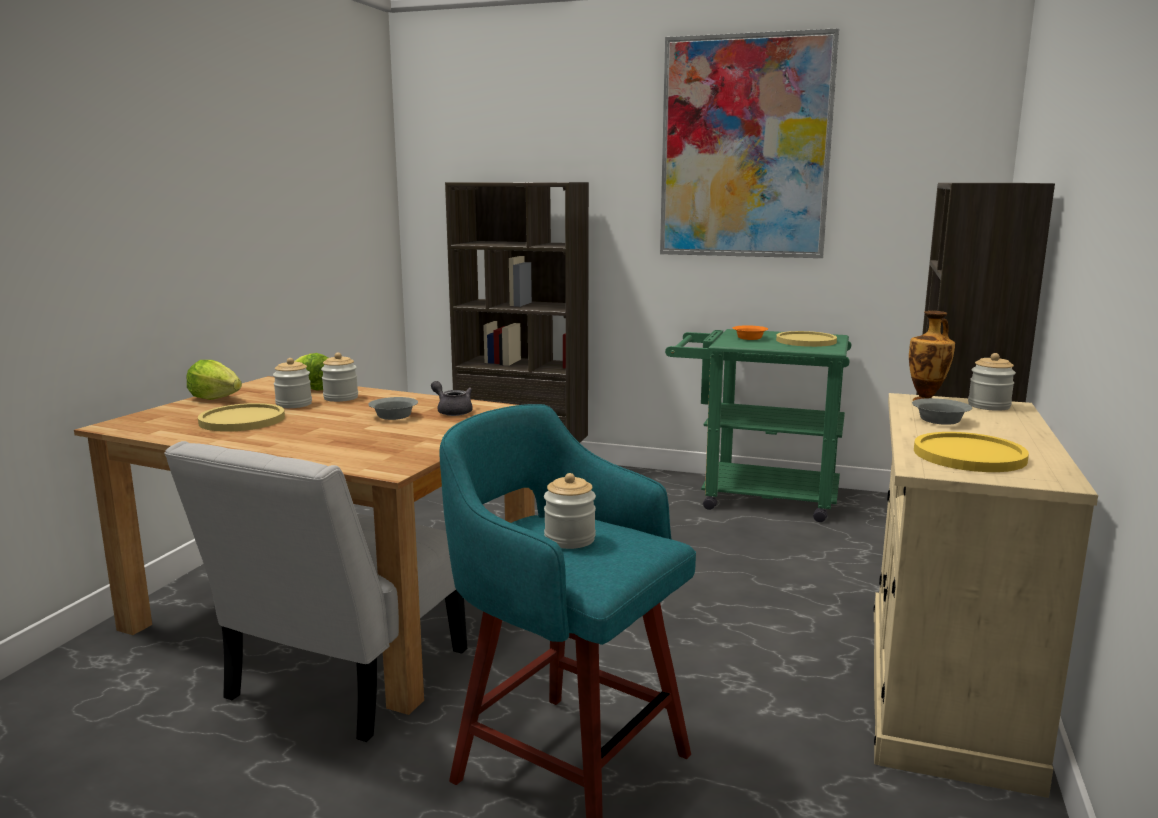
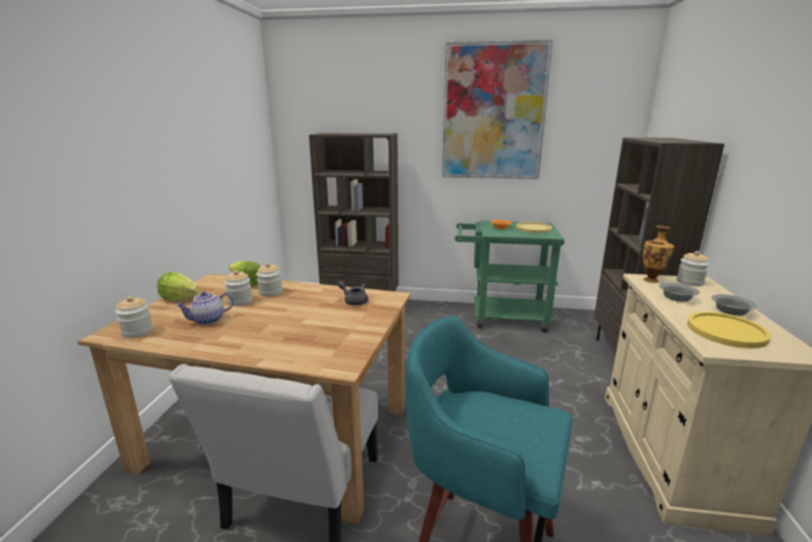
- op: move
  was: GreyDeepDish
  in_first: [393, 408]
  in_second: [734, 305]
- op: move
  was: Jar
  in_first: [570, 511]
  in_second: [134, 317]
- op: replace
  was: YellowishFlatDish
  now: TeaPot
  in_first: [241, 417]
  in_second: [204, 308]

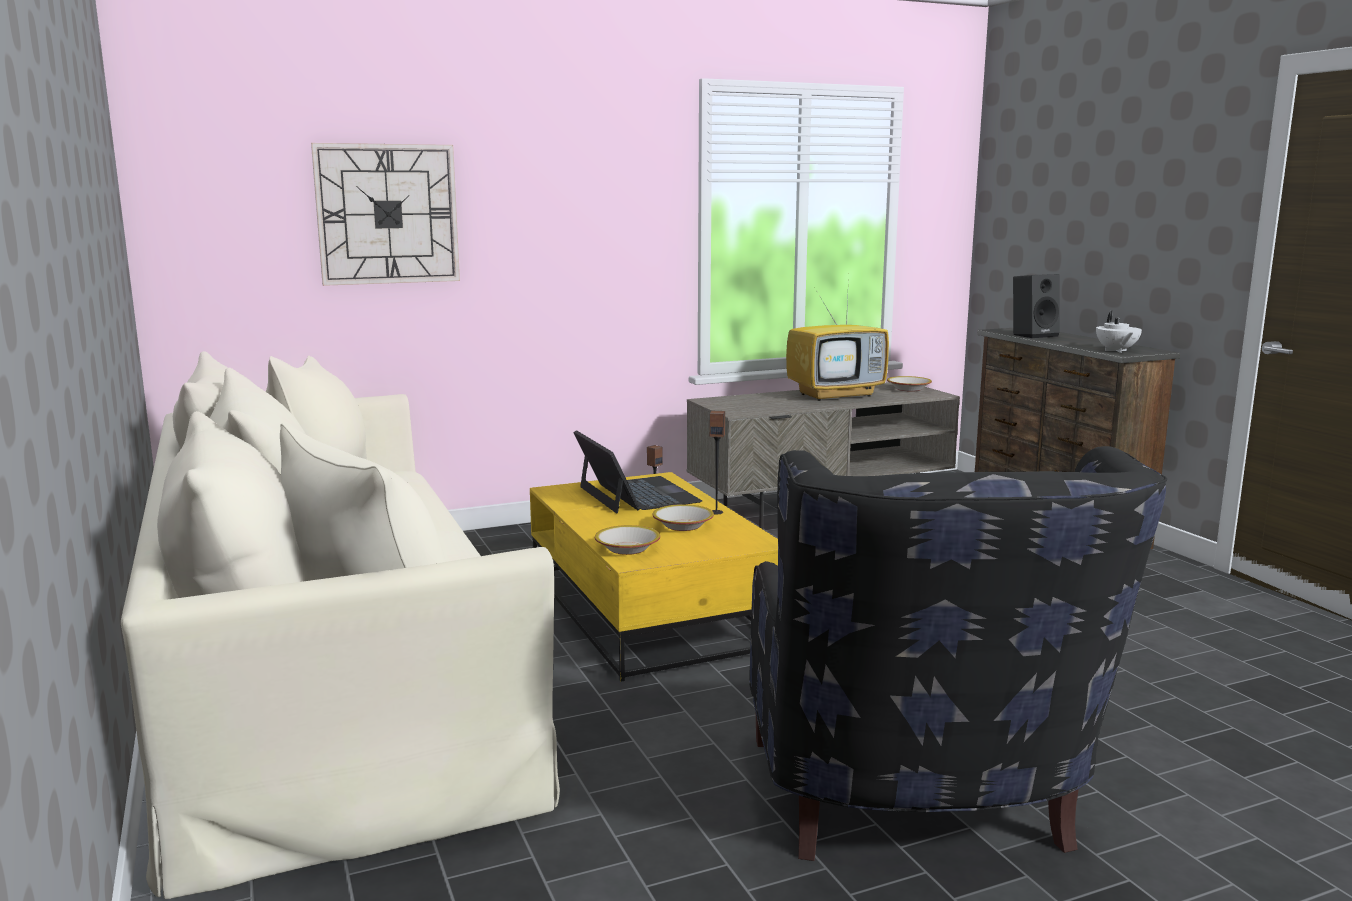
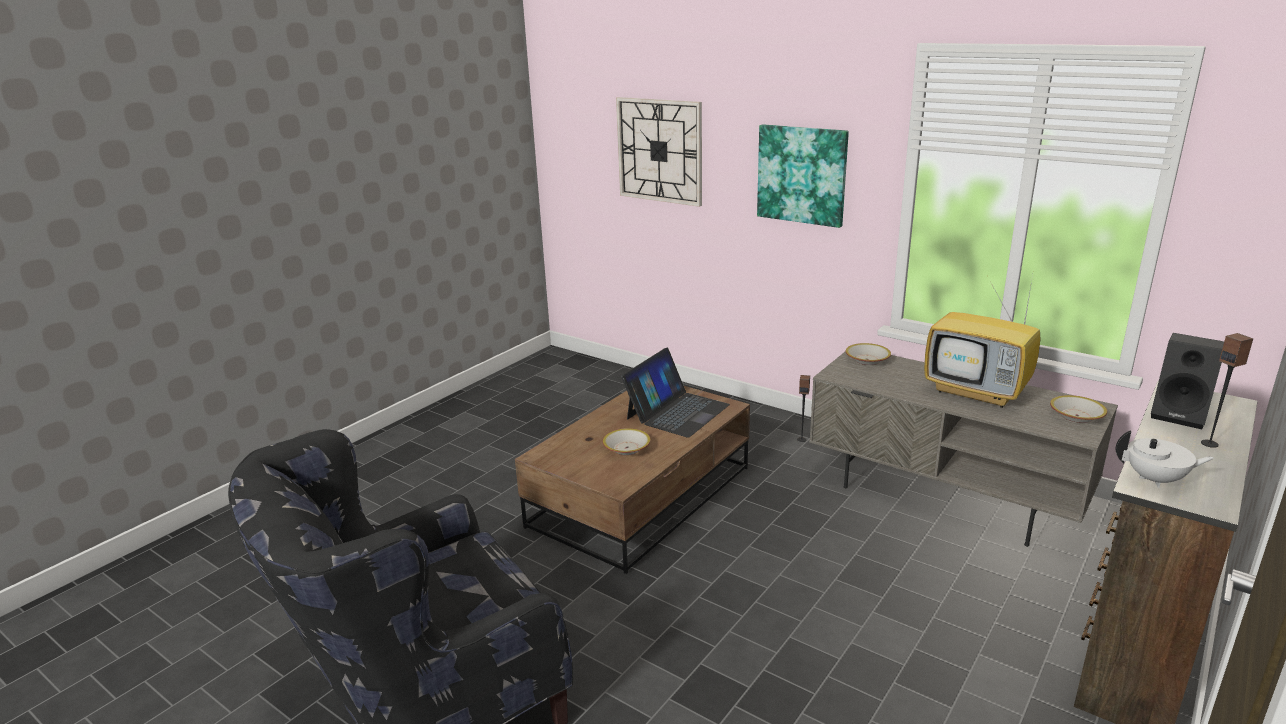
- op: delete
  was: BeigeColouredSettee
  in_first: [340, 625]
- op: insert
  now: Picture
  in_second: [803, 176]
- op: move
  was: DeepDish
  in_first: [627, 540]
  in_second: [868, 354]
- op: move
  was: Speaker
  in_first: [717, 462]
  in_second: [1227, 390]
- op: recolor
  was: YellowishLowTable
  now: BrownLowTable
  in_first: [654, 577]
  in_second: [632, 480]
- op: rotate
  was: WhitishTeaPot
  in_first: [1119, 332]
  in_second: [1165, 459]
  clockwise: -135

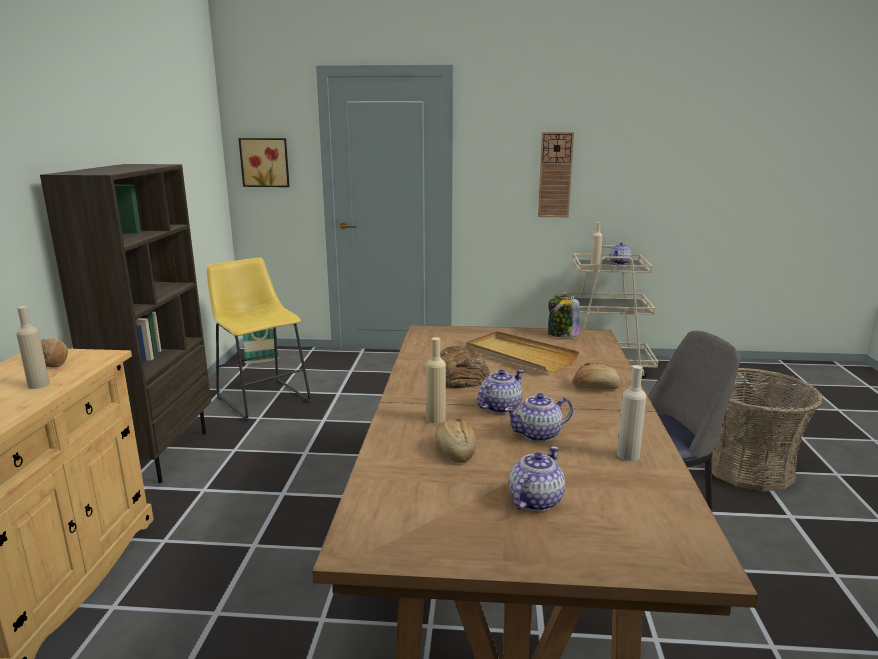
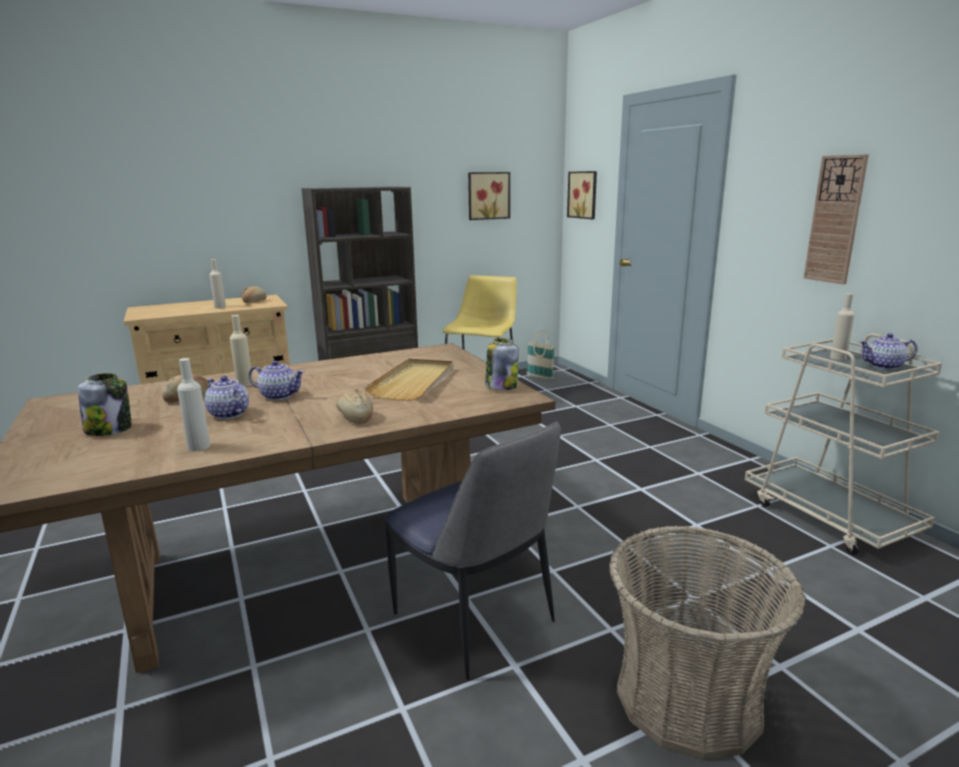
- op: delete
  was: Bread
  in_first: [465, 367]
- op: insert
  now: Picture
  in_second: [489, 196]
- op: replace
  was: TeaPot
  now: Jar
  in_first: [537, 478]
  in_second: [105, 404]

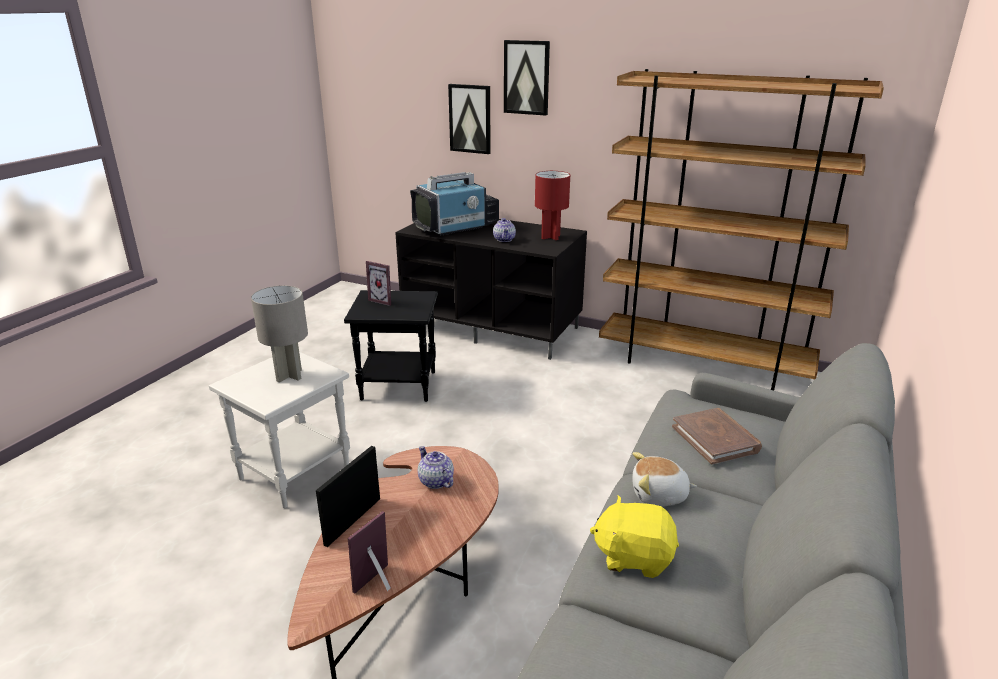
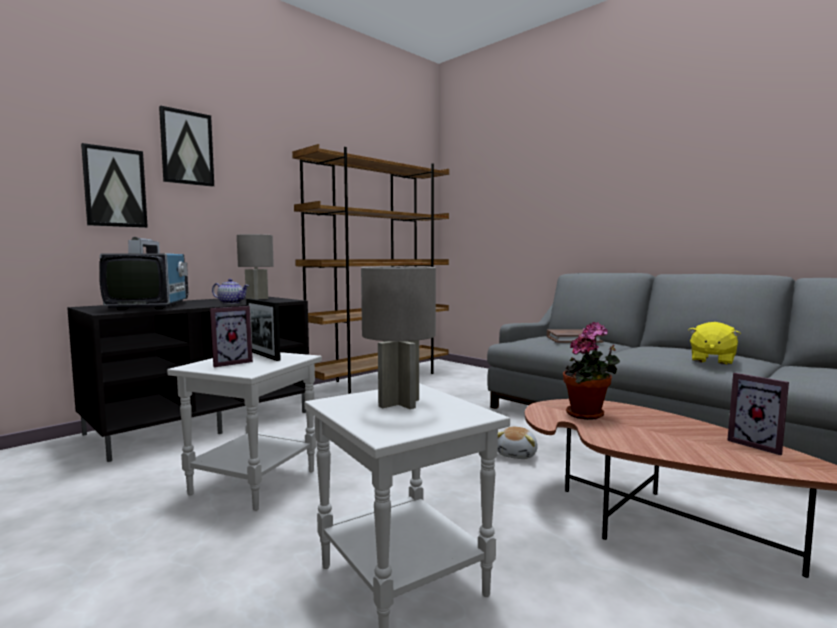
- op: move
  was: PhotoFrame
  in_first: [348, 496]
  in_second: [263, 330]
- op: move
  was: PlushToy
  in_first: [664, 479]
  in_second: [518, 443]
- op: replace
  was: TeaPot
  now: PlantInAPot
  in_first: [436, 467]
  in_second: [591, 371]
- op: recolor
  was: BlackishSideTable
  now: WhitishSideTable
  in_first: [391, 346]
  in_second: [244, 431]
- op: recolor
  was: ReddishTabletopLamp
  now: GreyTabletopLamp
  in_first: [552, 205]
  in_second: [255, 267]

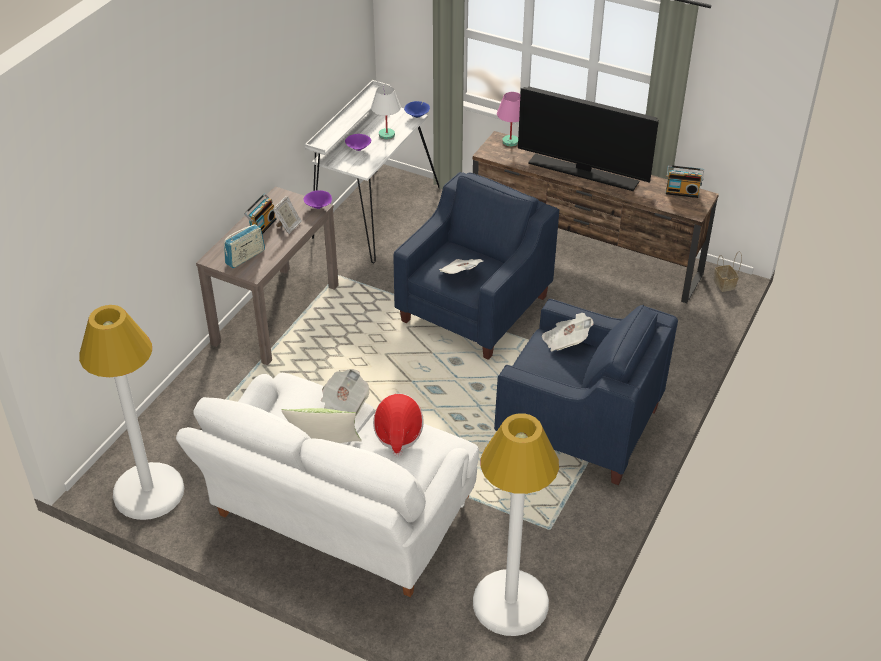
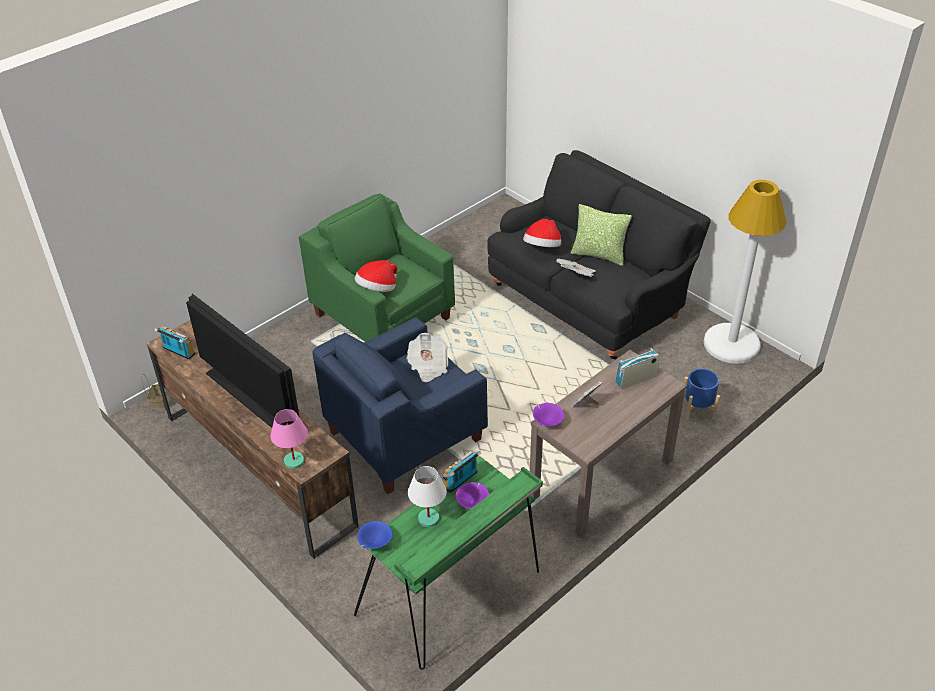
- op: delete
  was: WhitishFloorLamp
  in_first: [516, 524]
- op: insert
  now: BluePlanter
  in_second: [701, 394]
- op: move
  was: Radio
  in_first: [260, 213]
  in_second: [462, 472]
- op: replace
  was: Newspaper
  now: Hat
  in_first: [568, 332]
  in_second: [376, 276]
- op: recolor
  was: WhitishSettee
  now: BlackishSettee
  in_first: [327, 485]
  in_second: [599, 254]
- op: recolor
  was: WhitishDeskTable
  now: GreenDeskTable
  in_first: [372, 172]
  in_second: [448, 562]
- op: recolor
  was: BlueEasyChair
  now: GreenEasyChair
  in_first: [586, 392]
  in_second: [377, 267]

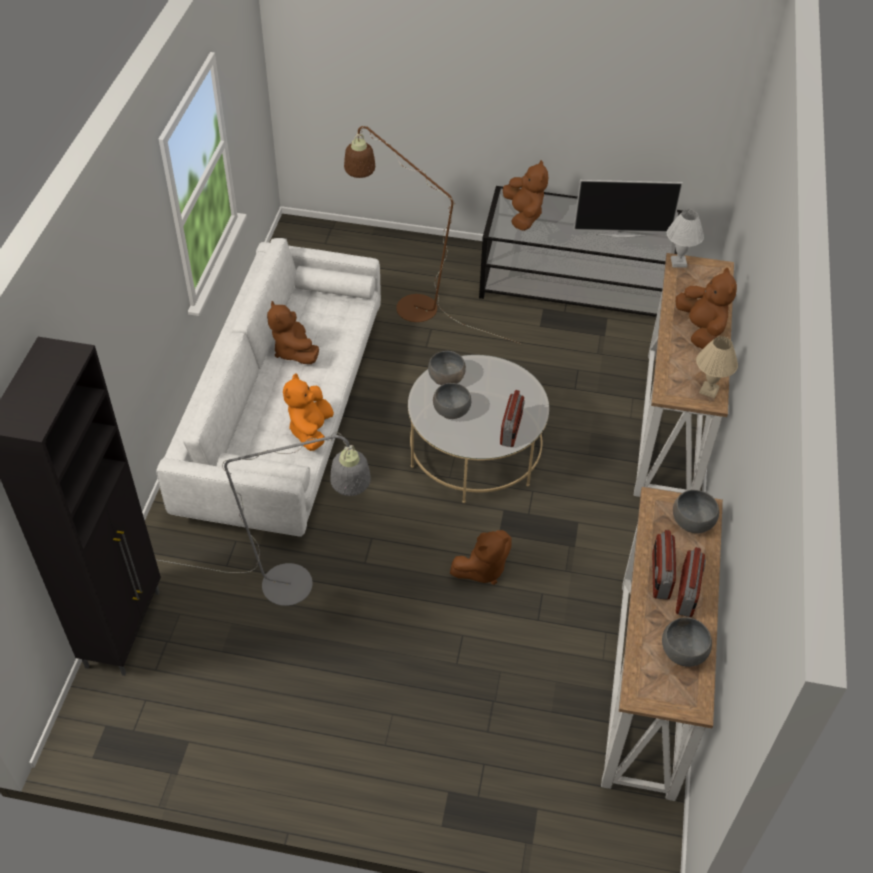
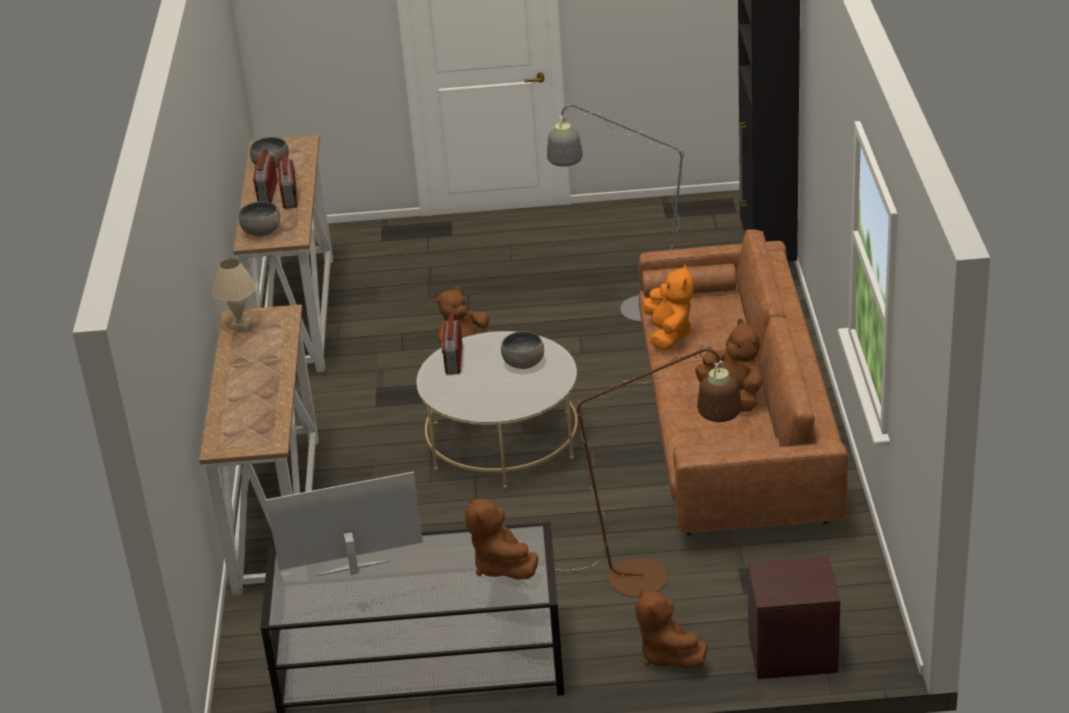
- op: delete
  was: GreyDeepDish
  in_first: [447, 368]
- op: delete
  was: WhitishTabletopLamp
  in_first: [685, 238]
- op: insert
  now: BrownNightstand
  in_second: [794, 617]
- op: move
  was: BrownPlushToy
  in_first: [706, 308]
  in_second: [671, 628]
- op: recolor
  was: WhitishSettee
  now: BrownSettee
  in_first: [269, 387]
  in_second: [743, 382]

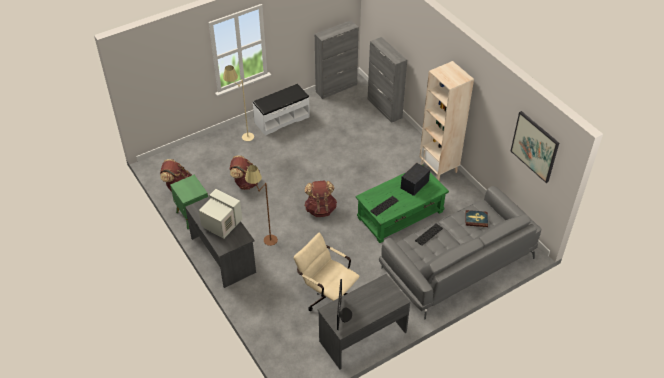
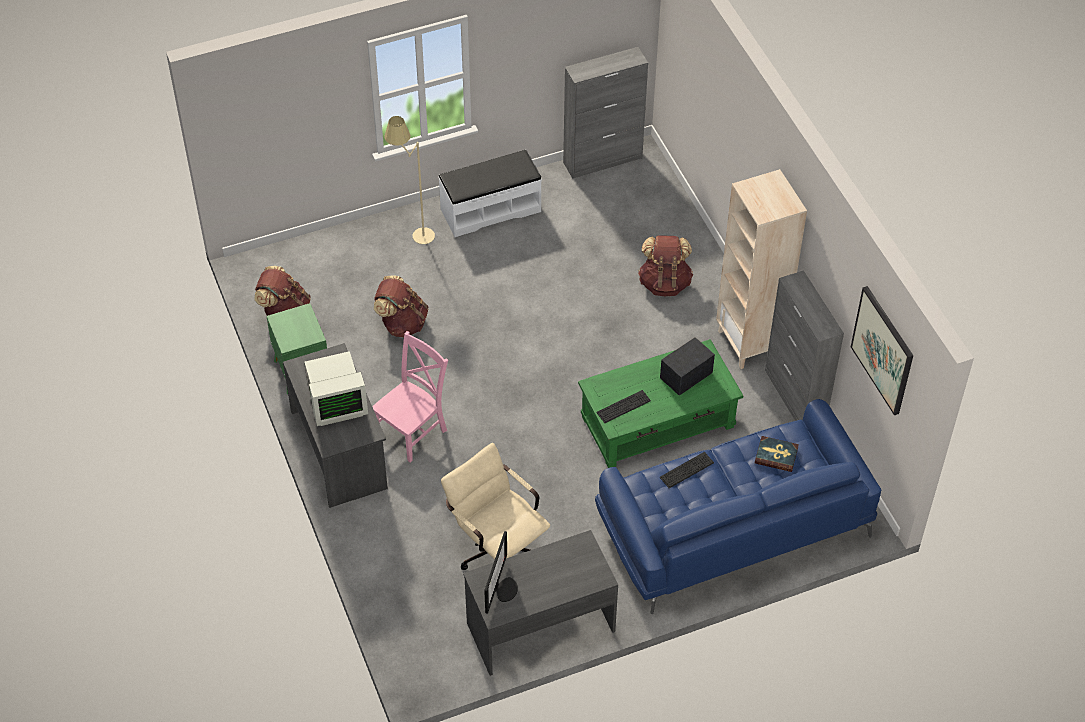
- op: move
  was: BrownRucksack
  in_first: [320, 199]
  in_second: [665, 265]
- op: move
  was: GreyCupboard
  in_first: [387, 80]
  in_second: [804, 345]
- op: replace
  was: BrownFloorLamp
  now: PinkColouredUprightChair
  in_first: [261, 205]
  in_second: [410, 396]
- op: recolor
  was: GreySettee
  now: BlueSettee
  in_first: [460, 252]
  in_second: [738, 506]
- op: rotate
  was: Monitor
  in_first: [220, 214]
  in_second: [336, 388]
  clockwise: 120

